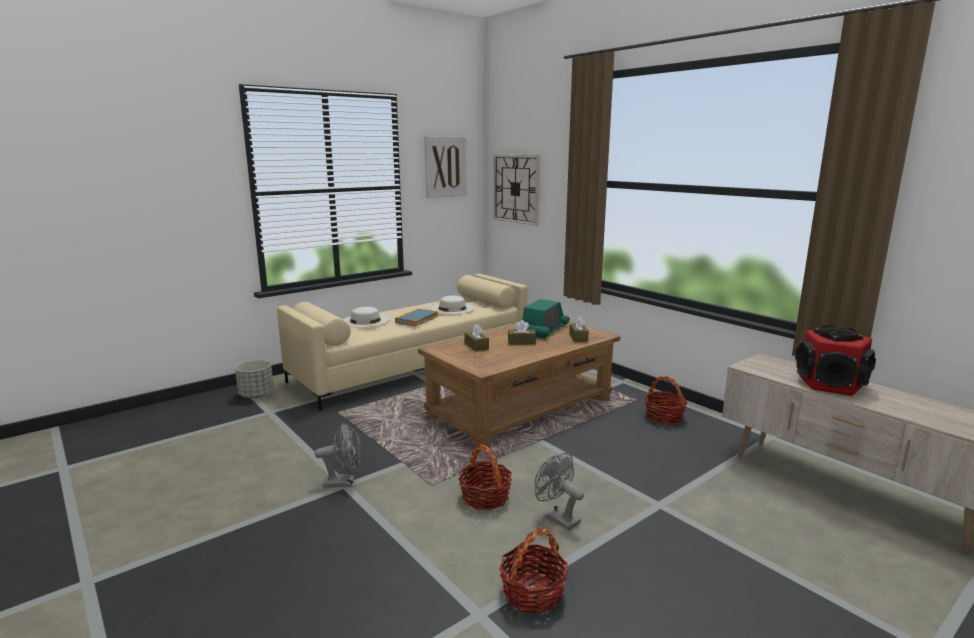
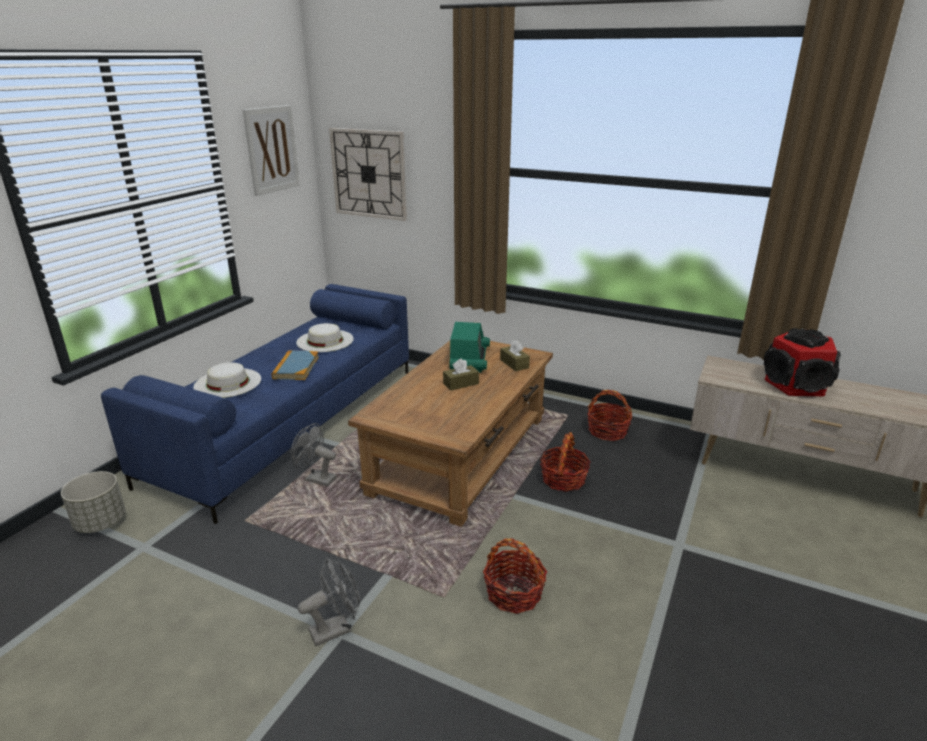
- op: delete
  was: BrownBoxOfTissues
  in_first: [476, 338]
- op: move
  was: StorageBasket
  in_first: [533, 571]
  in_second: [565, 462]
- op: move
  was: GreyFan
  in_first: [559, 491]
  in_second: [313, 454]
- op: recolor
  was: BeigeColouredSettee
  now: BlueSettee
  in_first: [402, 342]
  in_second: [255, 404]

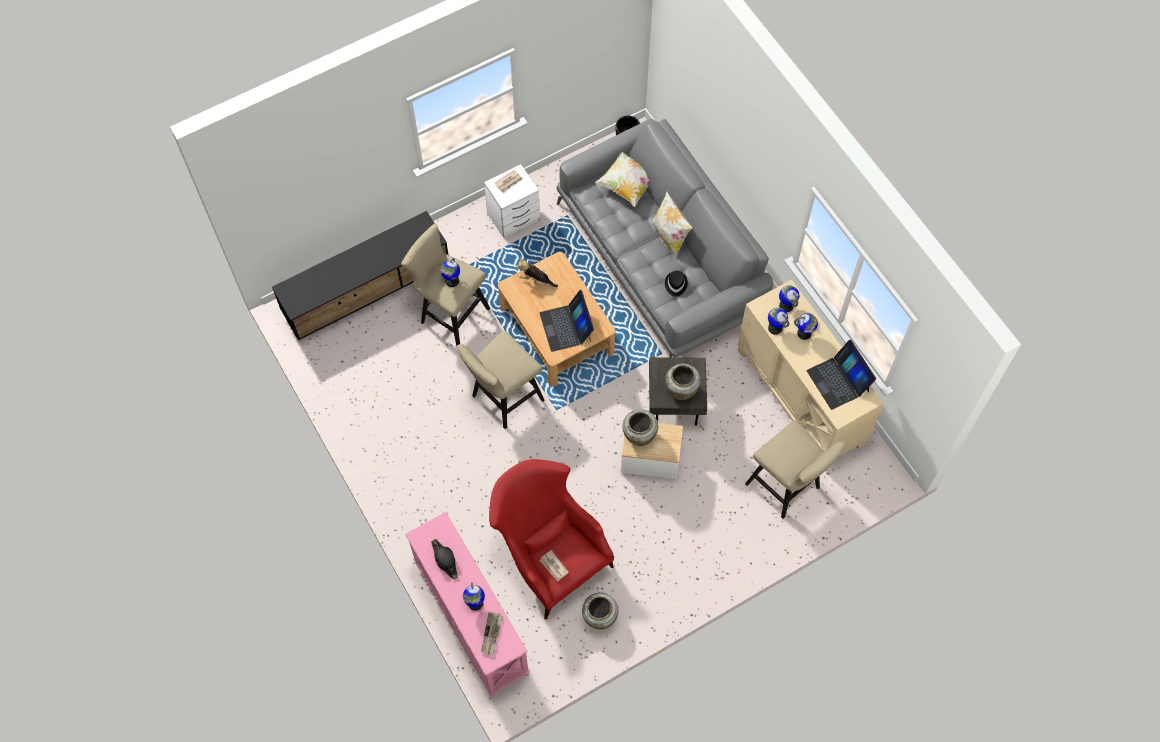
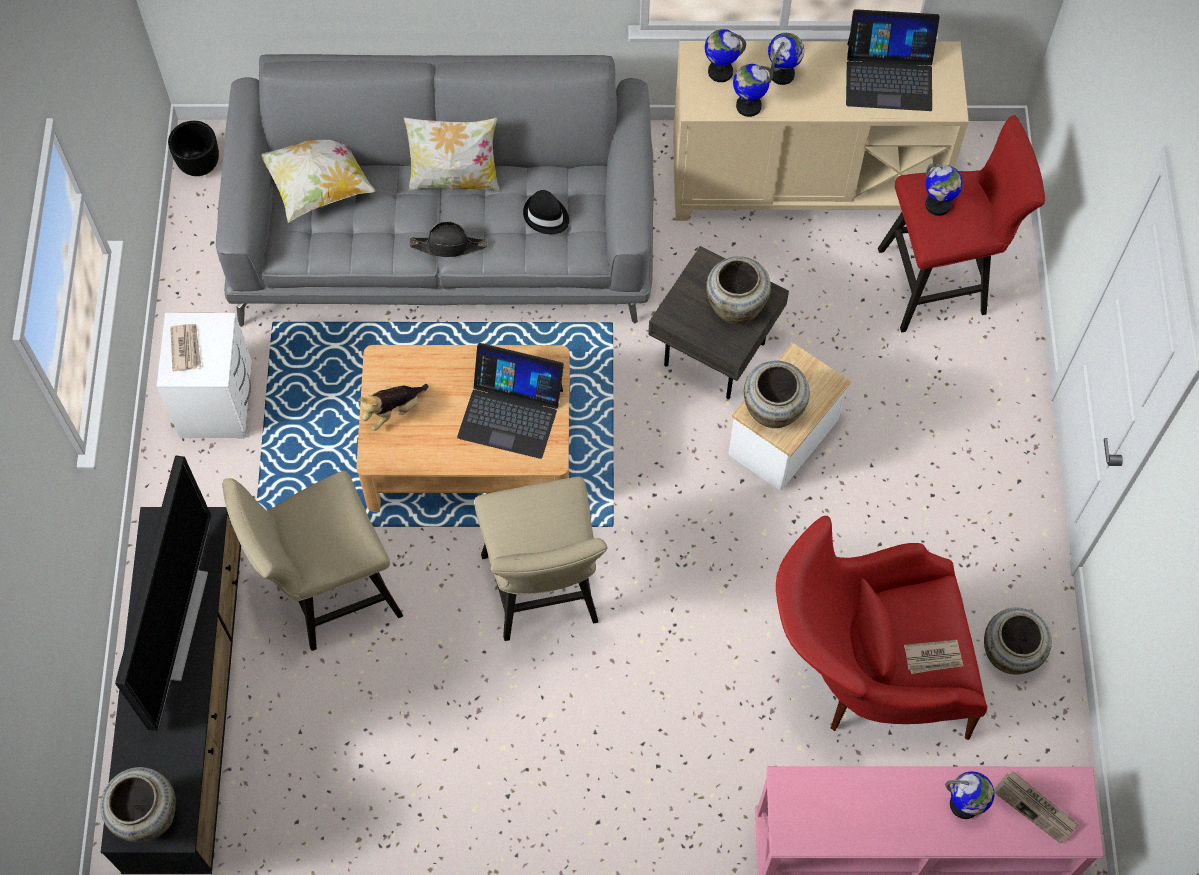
- op: insert
  now: BeigeColouredDecorativeVase
  in_second: [138, 804]
- op: insert
  now: TvSet
  in_second: [163, 593]
- op: move
  was: BlackishHat
  in_first: [444, 559]
  in_second: [448, 239]
- op: move
  was: WorldGlobe
  in_first: [450, 272]
  in_second: [944, 189]
- op: recolor
  was: BeigeColouredStoolSeat
  now: ReddishStoolSeat
  in_first: [795, 469]
  in_second: [961, 224]

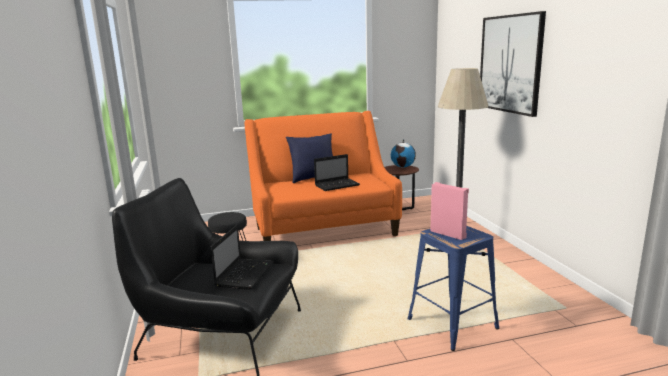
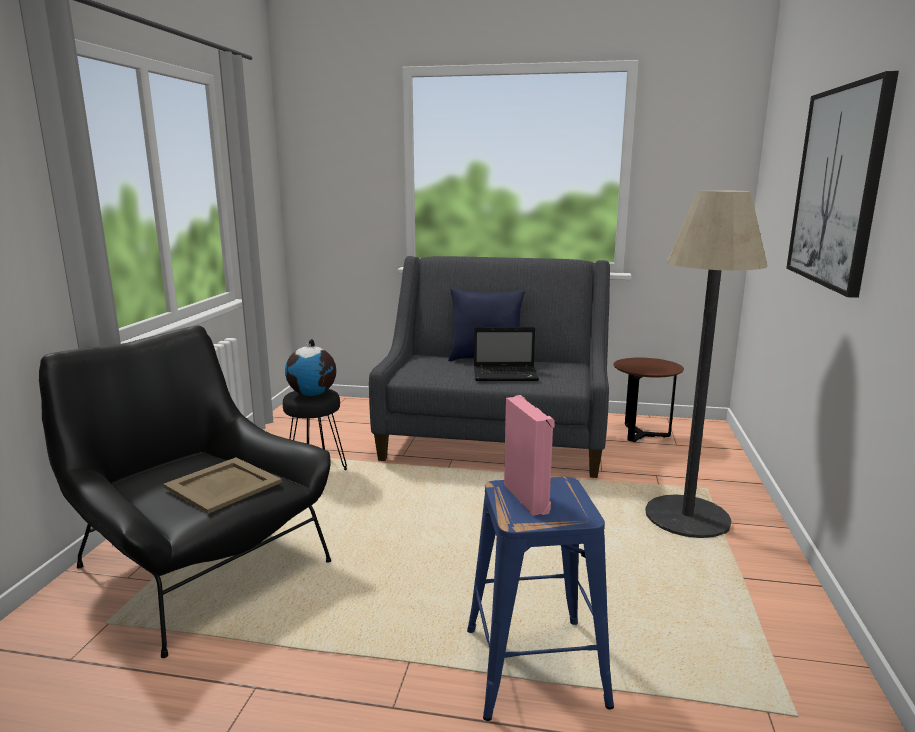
- op: move
  was: WorldGlobe
  in_first: [403, 153]
  in_second: [310, 367]
- op: replace
  was: NotebookComputer
  now: BeigeColouredTray
  in_first: [242, 257]
  in_second: [222, 485]
- op: recolor
  was: OrangeColouredSettee
  now: GreySettee
  in_first: [323, 176]
  in_second: [489, 367]

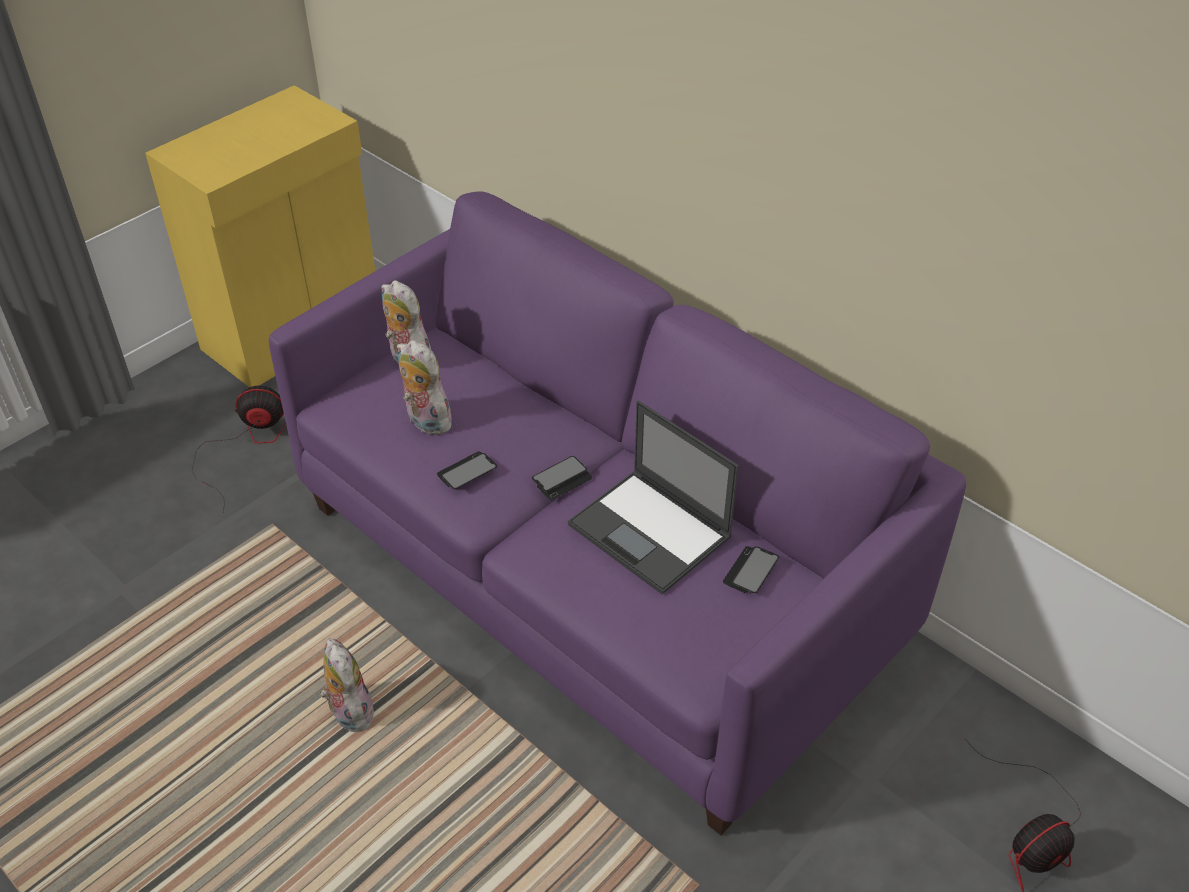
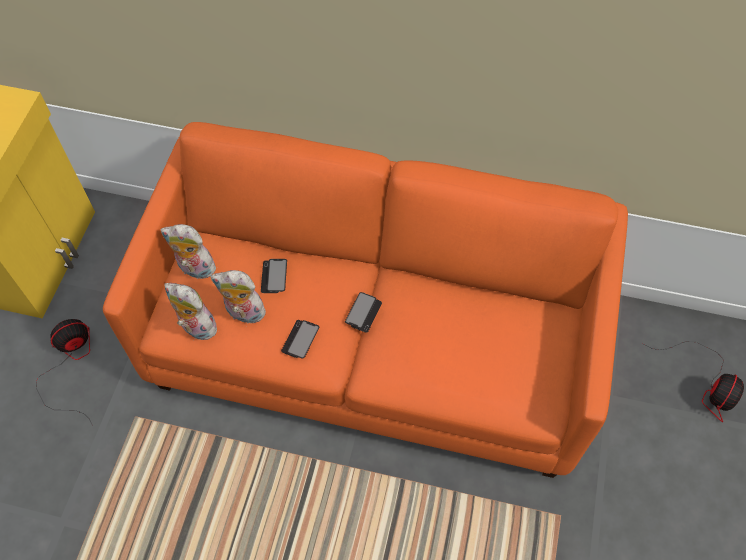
- op: delete
  was: NotebookComputer
  in_first: [653, 497]
- op: move
  was: PlushToy
  in_first: [347, 685]
  in_second: [190, 312]
- op: move
  was: Handset
  in_first: [751, 569]
  in_second: [274, 276]
- op: recolor
  was: PurpleColouredSettee
  now: OrangeColouredSettee
  in_first: [617, 513]
  in_second: [365, 300]

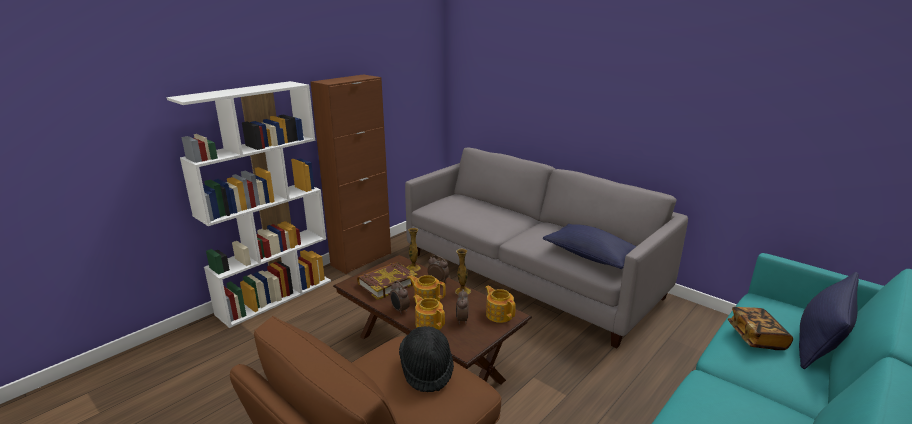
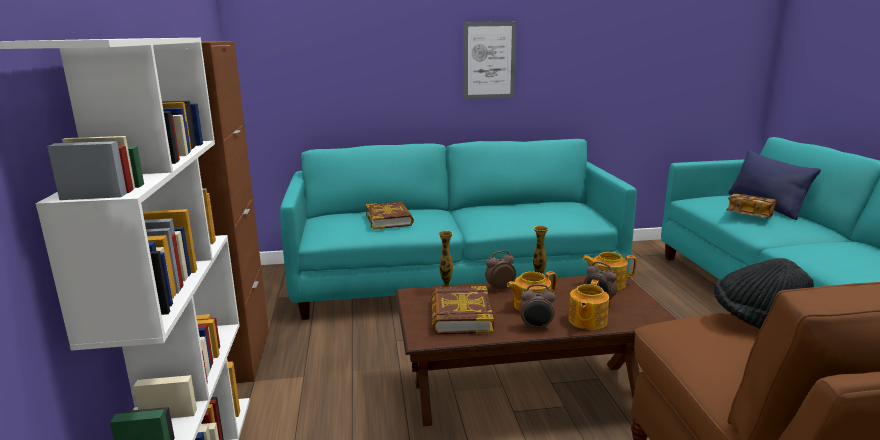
- op: delete
  was: BluePillow
  in_first: [590, 246]
- op: insert
  now: BoundBook
  in_second: [390, 215]
- op: insert
  now: Picture
  in_second: [490, 60]
- op: recolor
  was: GreySettee
  now: TurquoiseSettee
  in_first: [546, 248]
  in_second: [458, 229]
- op: rotate
  was: TeaPot
  in_first: [429, 312]
  in_second: [588, 305]
  clockwise: -60

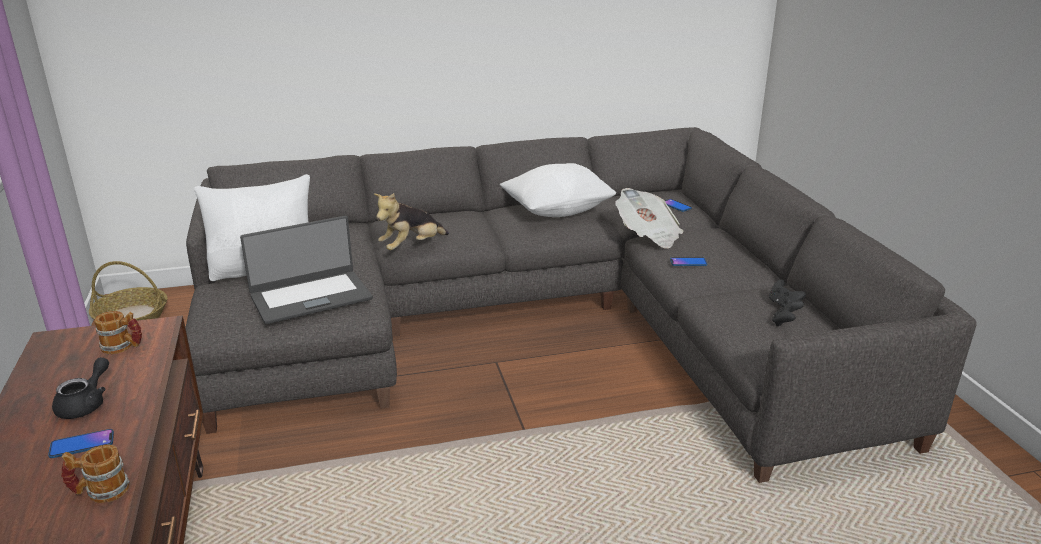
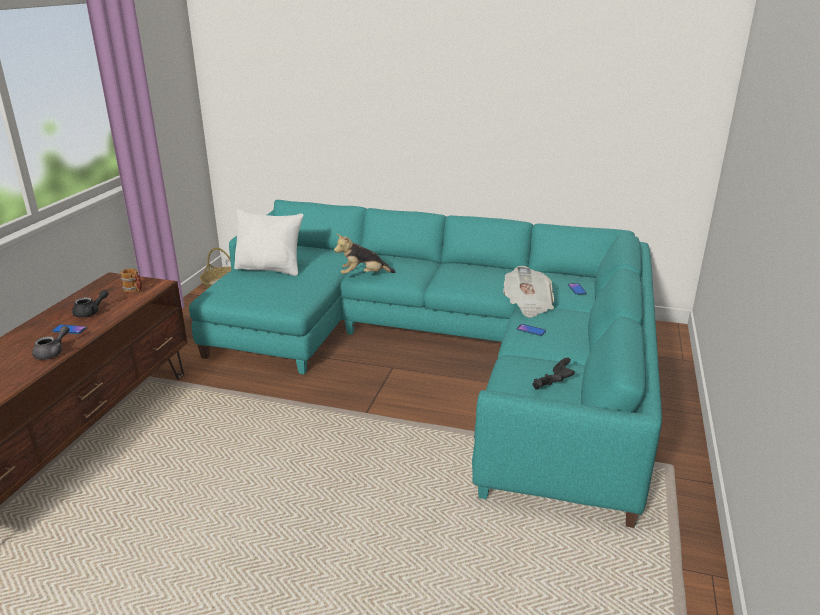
- op: delete
  was: NotebookComputer
  in_first: [306, 270]
- op: delete
  was: WhitishPillow
  in_first: [558, 190]
- op: replace
  was: CoffeeMug
  now: GreyTeaPot
  in_first: [95, 473]
  in_second: [50, 343]
- op: recolor
  was: GreySettee
  now: TurquoiseSettee
  in_first: [580, 305]
  in_second: [425, 364]

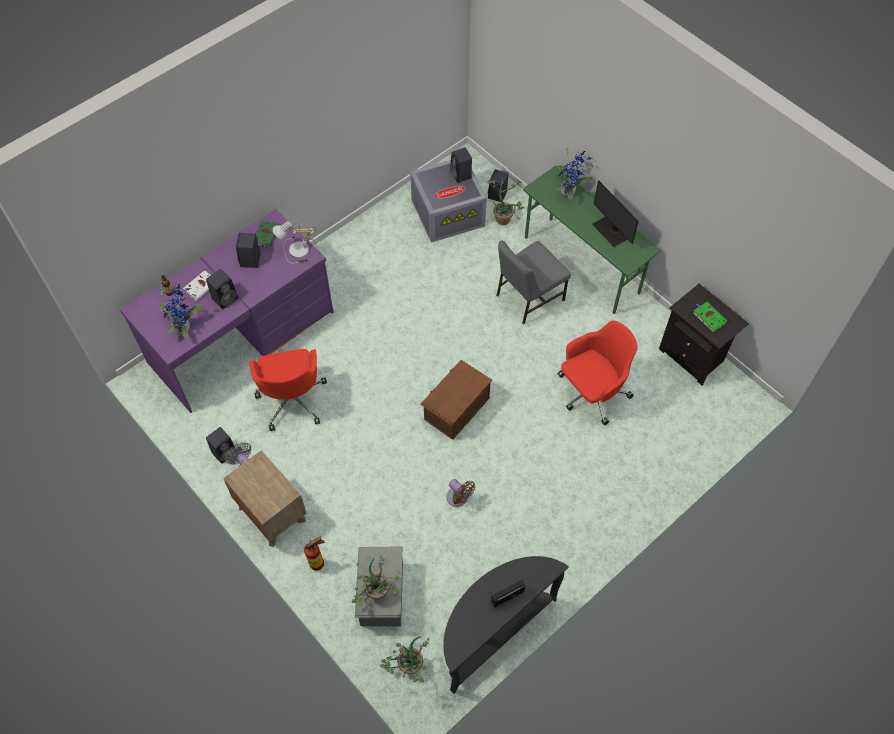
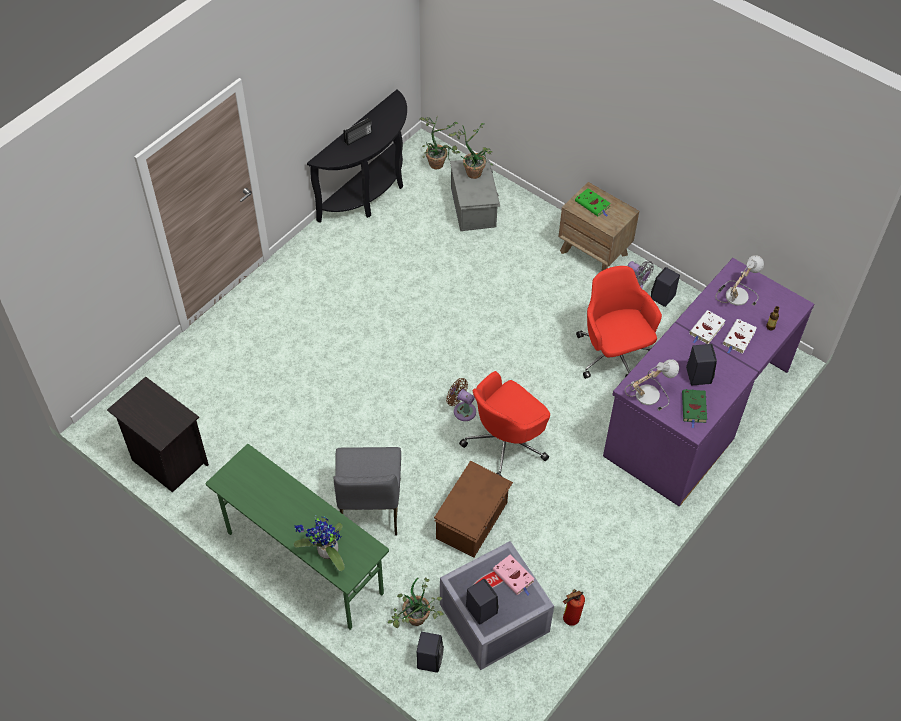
- op: delete
  was: Monitor
  in_first: [615, 213]
- op: insert
  now: PinkColouredBoundBook
  in_second: [513, 575]
- op: move
  was: Extinguisher
  in_first: [314, 554]
  in_second: [574, 607]
- op: move
  was: BrownStorageBin
  in_first: [456, 400]
  in_second: [473, 509]
- op: move
  was: BrownFan
  in_first: [460, 493]
  in_second: [461, 399]
- op: move
  was: ReddishOfficeChair
  in_first: [598, 373]
  in_second: [504, 423]
- op: move
  was: GreenBoundBook
  in_first: [710, 317]
  in_second: [593, 202]
- op: replace
  was: PlantInAPot
  now: TabletopLamp
  in_first: [180, 311]
  in_second: [739, 280]
- op: replace
  was: BlackishSpeaker
  now: WhitishBoundBook
  in_first: [222, 289]
  in_second: [707, 327]
- op: rotate
  was: GreyUprightChair
  in_first: [533, 282]
  in_second: [367, 491]
  clockwise: 135

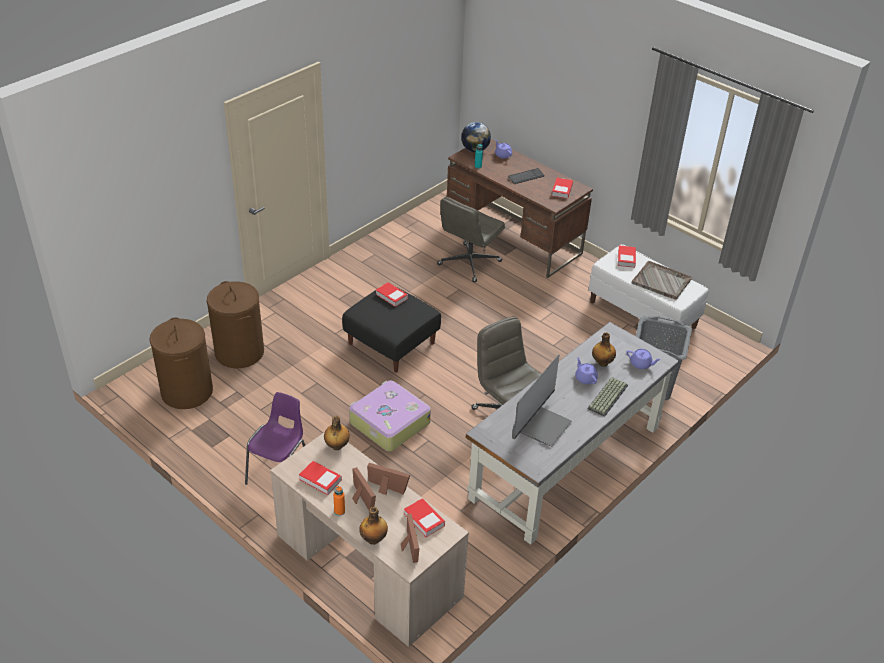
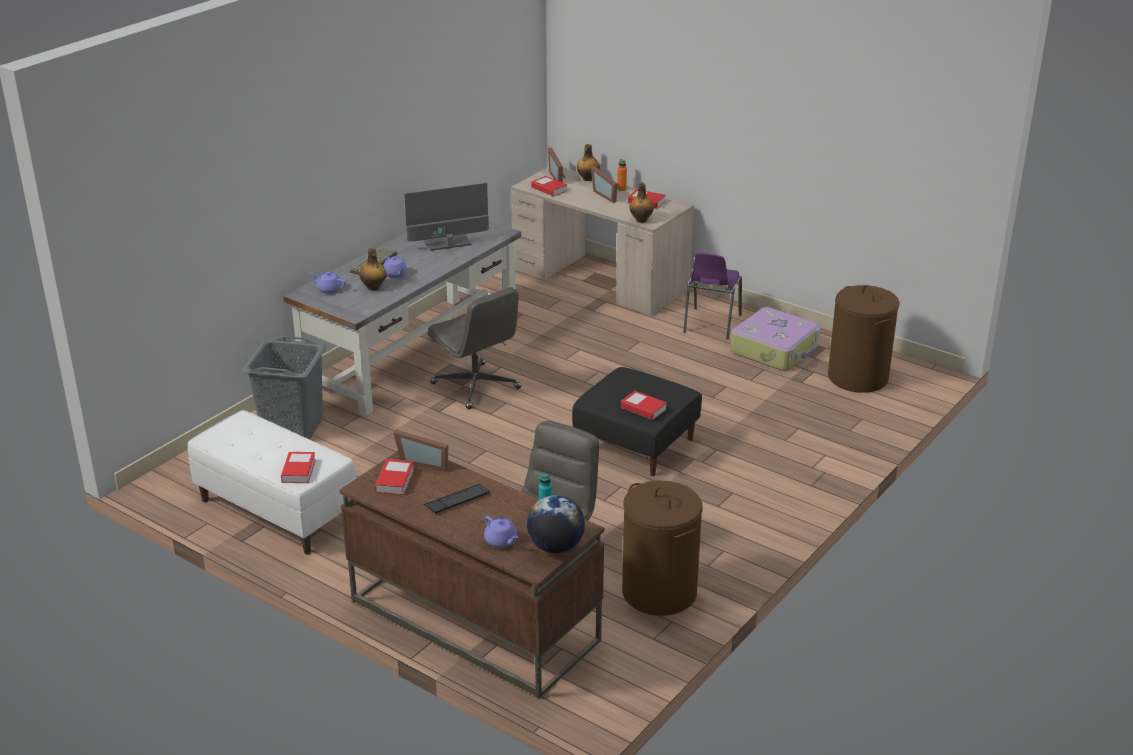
- op: delete
  was: GreyTray
  in_first: [662, 280]
- op: move
  was: BrownHamper
  in_first: [235, 324]
  in_second: [662, 548]
- op: move
  was: PieceOfLuggage
  in_first: [390, 416]
  in_second: [775, 339]
- op: move
  was: PhotoFrame
  in_first: [389, 479]
  in_second: [420, 450]
- op: rotate
  was: Monitor
  in_first: [542, 400]
  in_second: [446, 217]
  clockwise: 45

